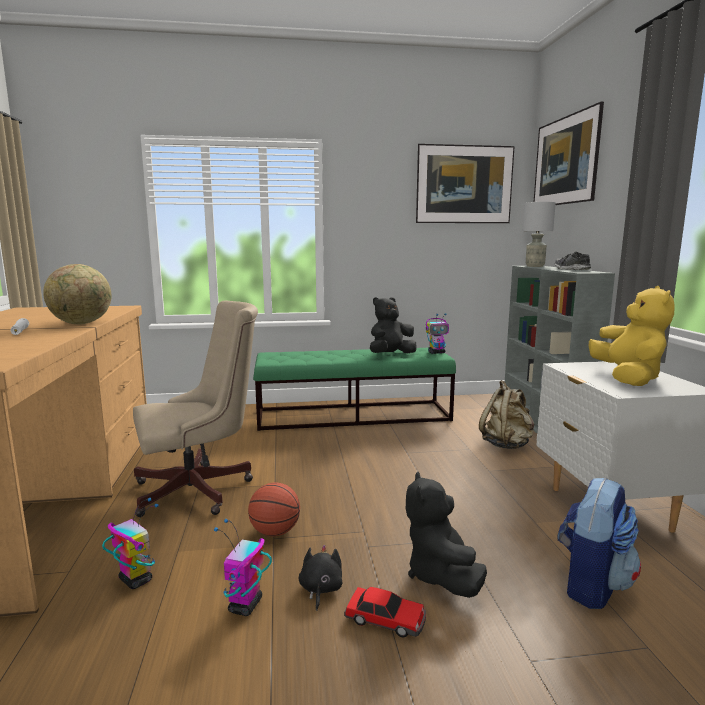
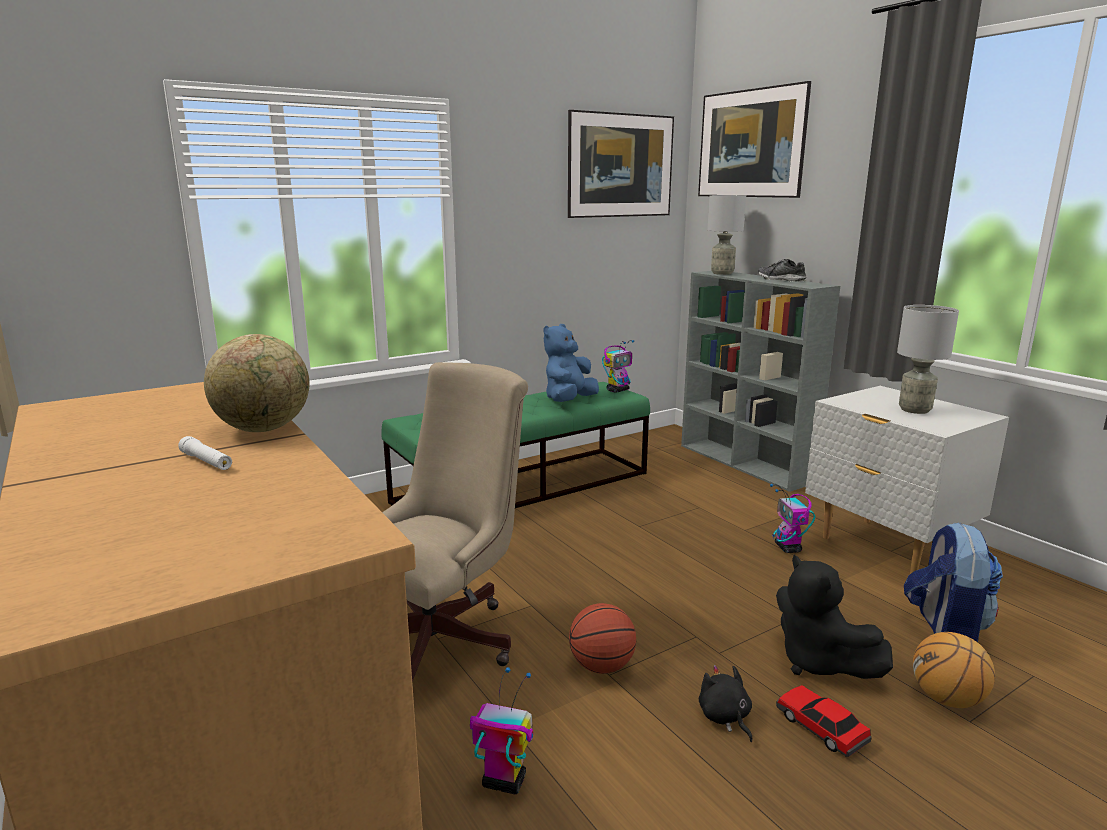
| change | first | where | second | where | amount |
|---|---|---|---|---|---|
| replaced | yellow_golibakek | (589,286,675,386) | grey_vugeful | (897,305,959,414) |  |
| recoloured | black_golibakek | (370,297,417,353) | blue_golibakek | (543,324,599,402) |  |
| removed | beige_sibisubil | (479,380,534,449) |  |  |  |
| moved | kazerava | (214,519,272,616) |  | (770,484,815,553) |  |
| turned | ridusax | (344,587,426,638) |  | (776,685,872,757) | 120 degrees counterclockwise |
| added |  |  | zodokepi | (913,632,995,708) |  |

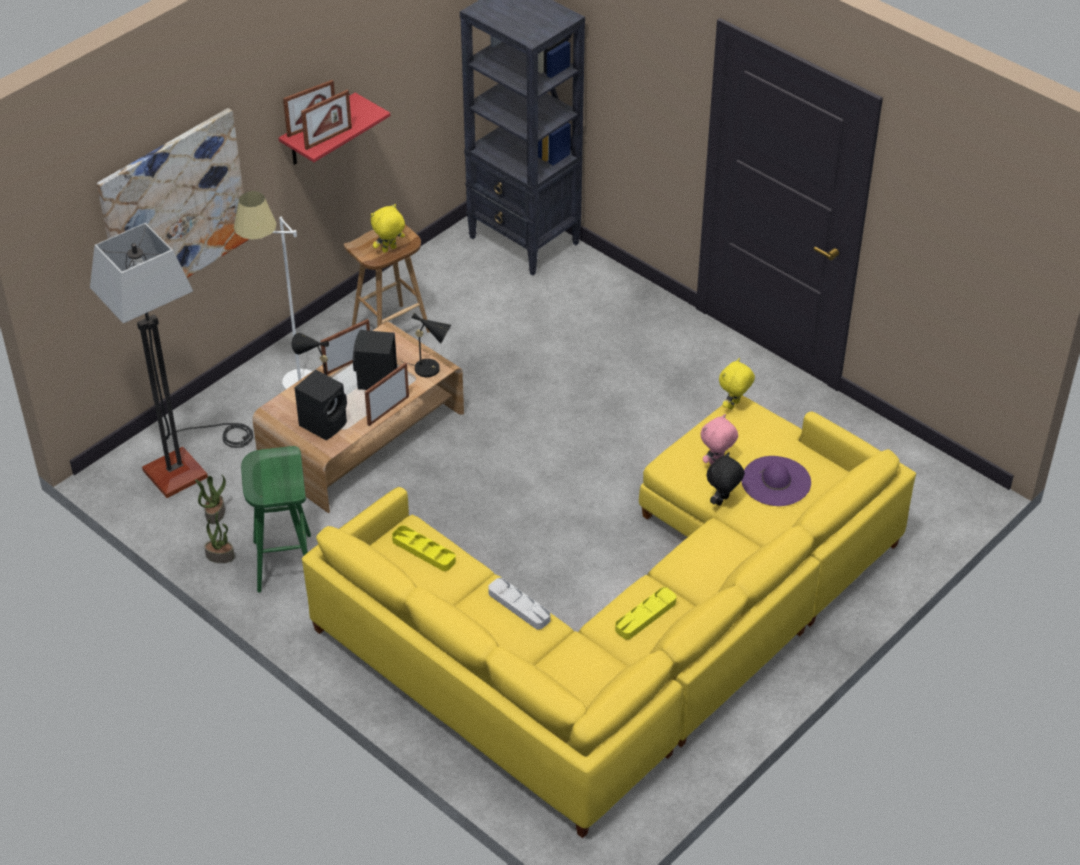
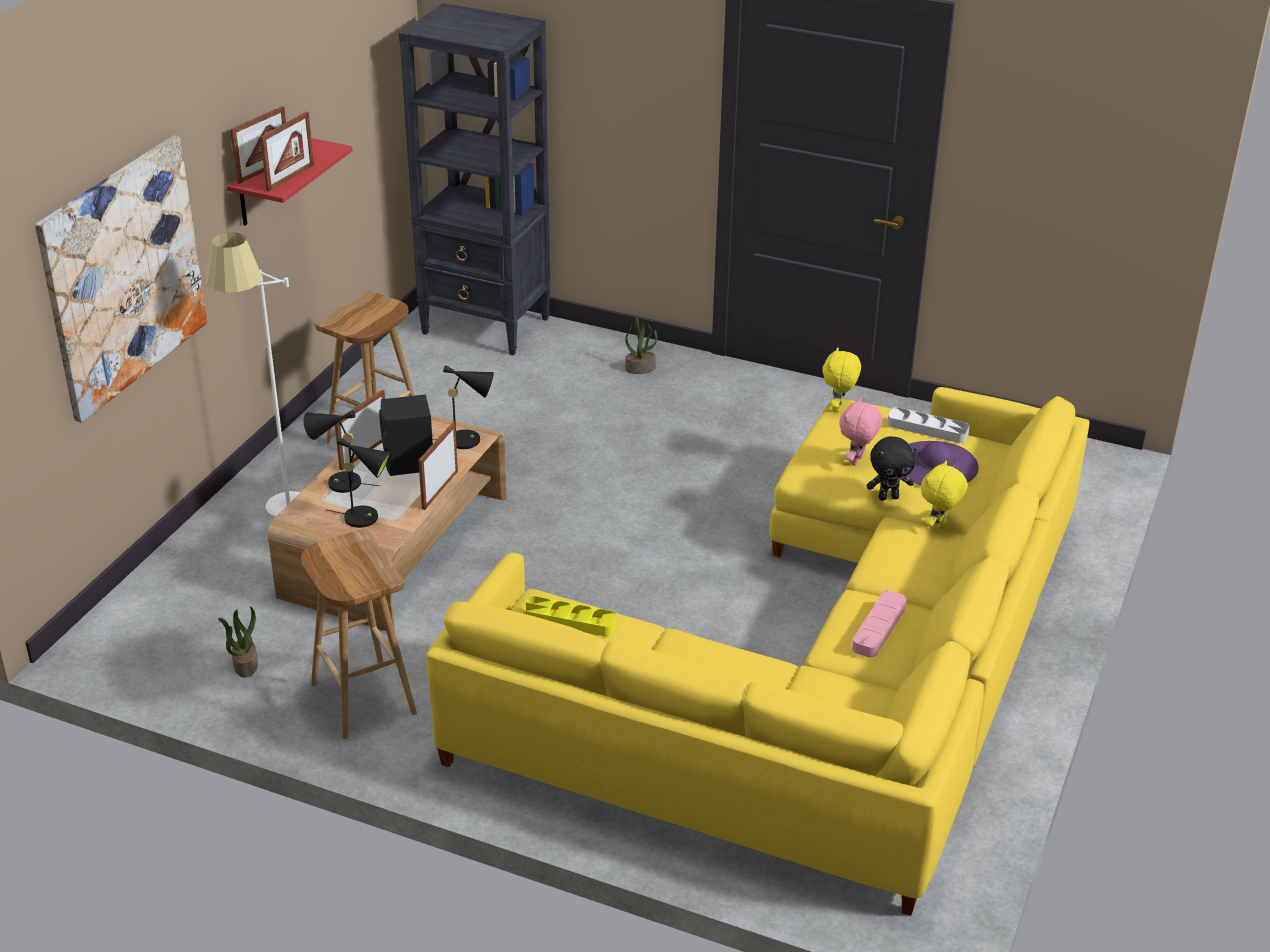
| change | first | where | second | where | amount |
|---|---|---|---|---|---|
| moved | yellow_golibakek | (371,204,405,253) |  | (921,460,968,531) |  |
| removed | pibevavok | (90,223,253,498) |  |  |  |
| replaced | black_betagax | (295,370,347,440) | black_vugeful | (328,437,391,528) |  |
| recoloured | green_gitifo | (241,446,311,592) | brown_gitifo | (301,529,417,739) |  |
| turned | black_golibakek | (706,452,745,506) |  | (866,436,917,500) | 120 degrees counterclockwise |
| moved | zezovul | (204,512,235,563) |  | (625,317,657,374) |  |
| moved | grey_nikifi | (488,578,550,630) |  | (887,407,970,443) |  |
| recoloured | yellow_nikifi | (615,587,677,640) | pink_nikifi | (852,590,907,658) |  |

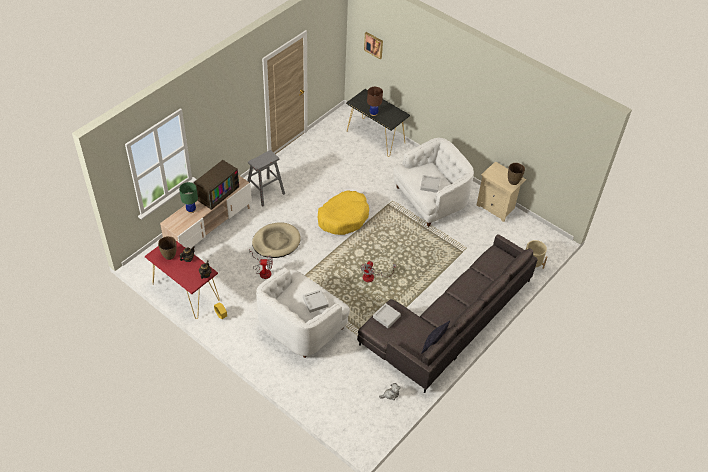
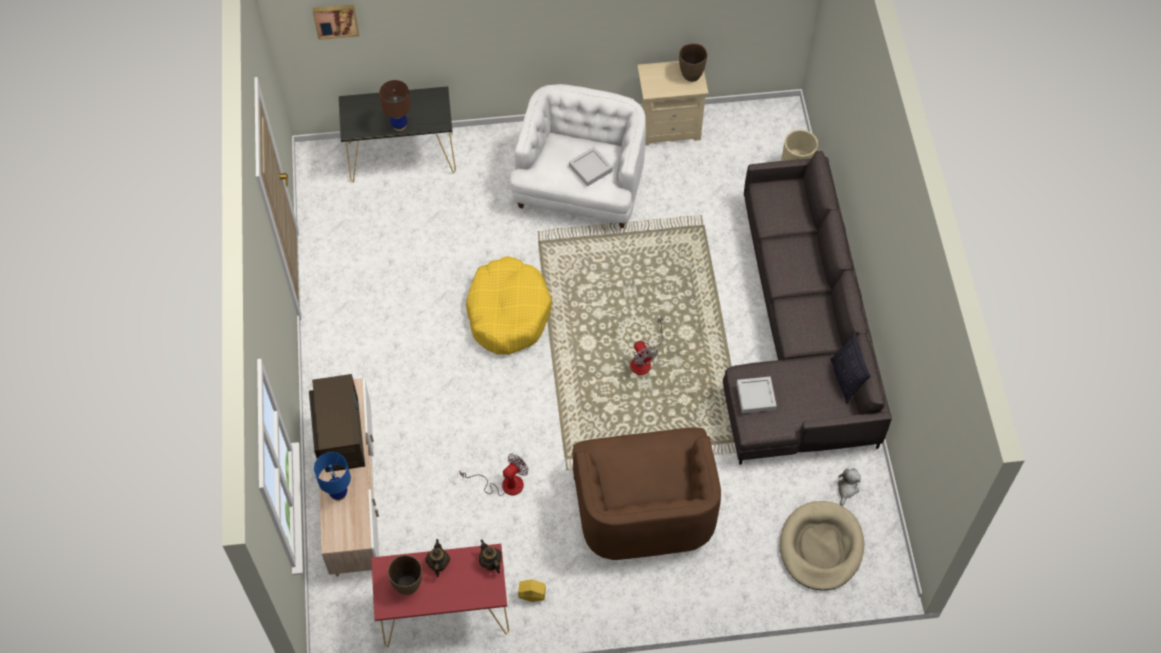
| change | first | where | second | where | amount |
|---|---|---|---|---|---|
| removed | grey_gitifo | (247,150,285,206) |  |  |  |
| recoloured | green_vugeful | (179,182,198,213) | blue_vugeful | (314,452,351,501) |  |
| moved | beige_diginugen | (252,222,301,258) |  | (780,501,864,590) |  |
| recoloured | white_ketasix | (256,267,350,358) | brown_ketasix | (572,427,721,560) |  |
| removed | grey_nikifi | (303,289,328,313) |  |  |  |

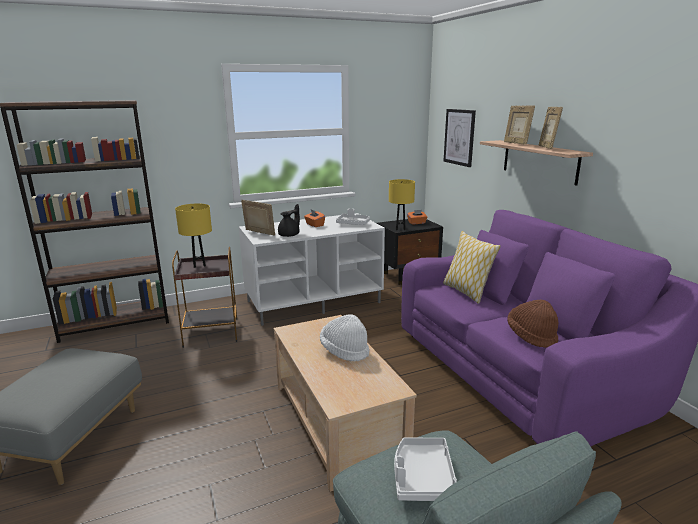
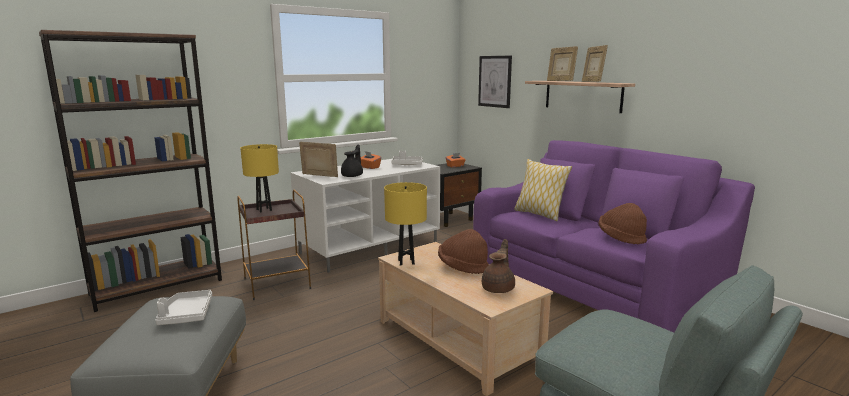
| change | first | where | second | where | amount |
|---|---|---|---|---|---|
| moved | yellow_vugeful | (389,179,415,230) |  | (384,182,427,266) |  |
| recoloured | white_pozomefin | (320,314,369,361) | brown_pozomefin | (438,229,489,274) |  |
| moved | white_nikifi | (394,438,457,501) |  | (155,290,212,325) |  |
| added |  |  | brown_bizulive | (482,239,515,293) |  |

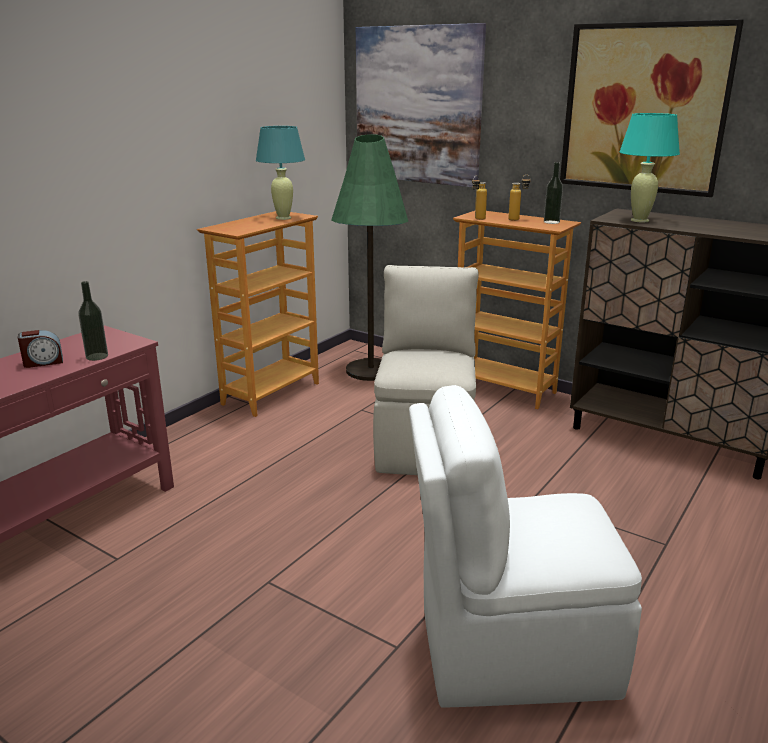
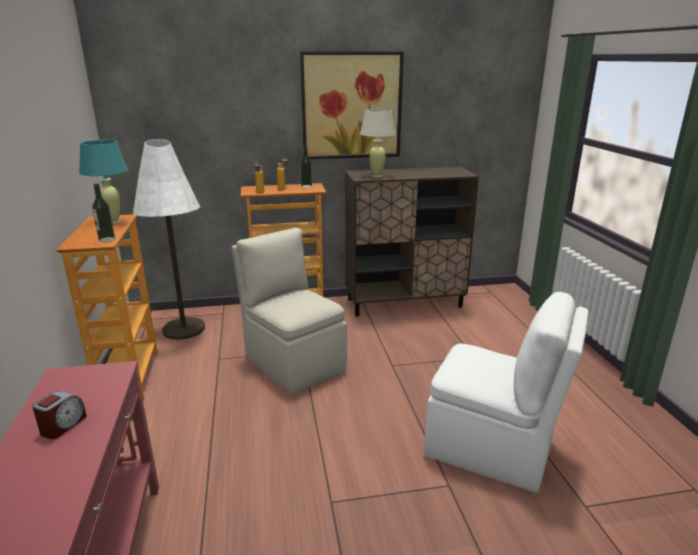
| change | first | where | second | where | amount |
|---|---|---|---|---|---|
| removed | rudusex | (356,23,486,187) |  |  |  |
| recoloured | turquoise_vugeful | (619,113,680,222) | beige_vugeful | (360,109,396,178) |  |
| recoloured | green_pibevavok | (331,134,408,381) | white_pibevavok | (133,139,205,340) |  |
| moved | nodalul | (78,281,108,361) |  | (92,183,115,242) |  |
| turned | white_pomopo | (409,385,642,708) |  | (425,292,589,493) | 105 degrees counterclockwise |

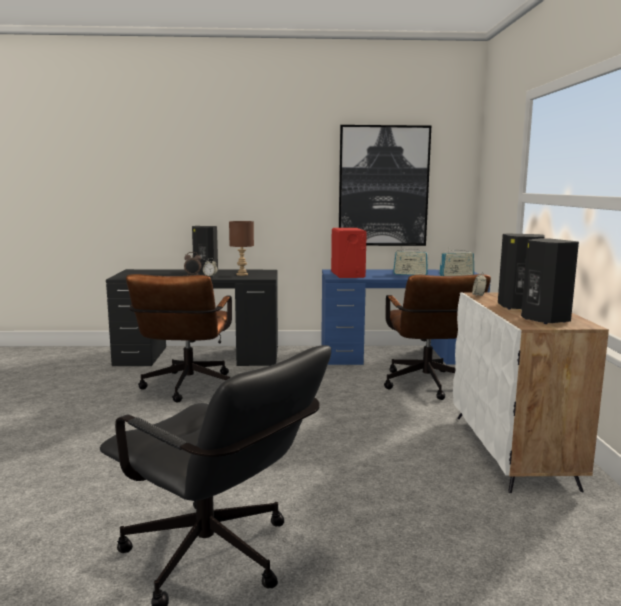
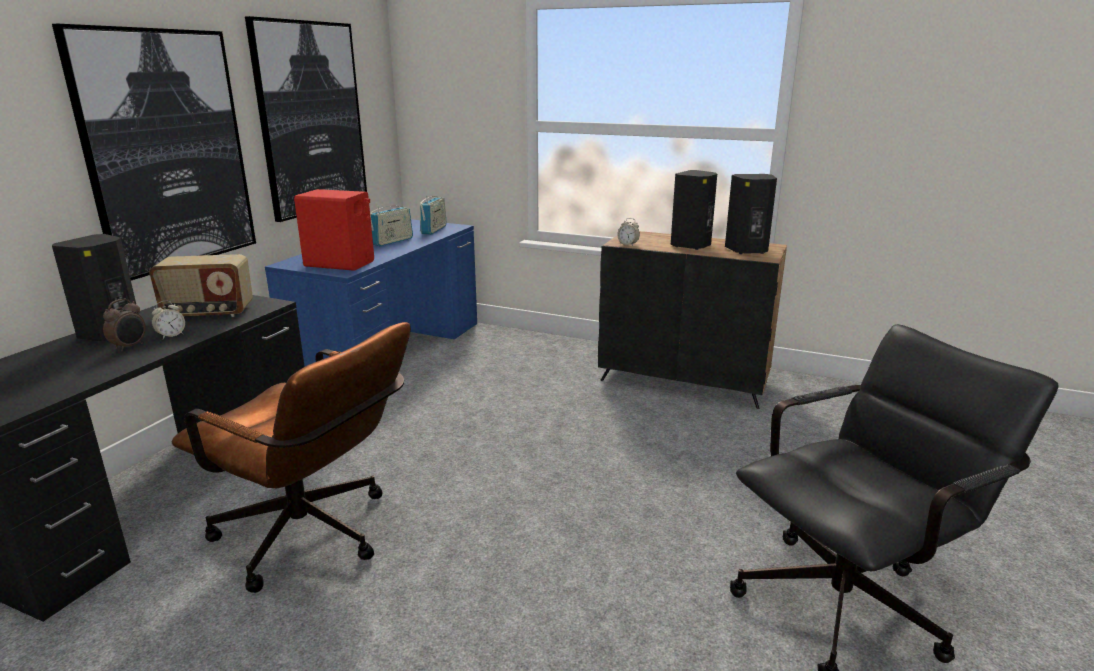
| change | first | where | second | where | amount |
|---|---|---|---|---|---|
| replaced | brown_vugeful | (229,221,254,276) | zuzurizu | (149,254,253,317) |  |
| removed | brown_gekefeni | (384,274,491,400) |  |  |  |
| recoloured | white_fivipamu | (453,292,609,493) | black_fivipamu | (598,231,787,409) |  |
| added |  |  | rudusex | (52,24,256,280) |  |

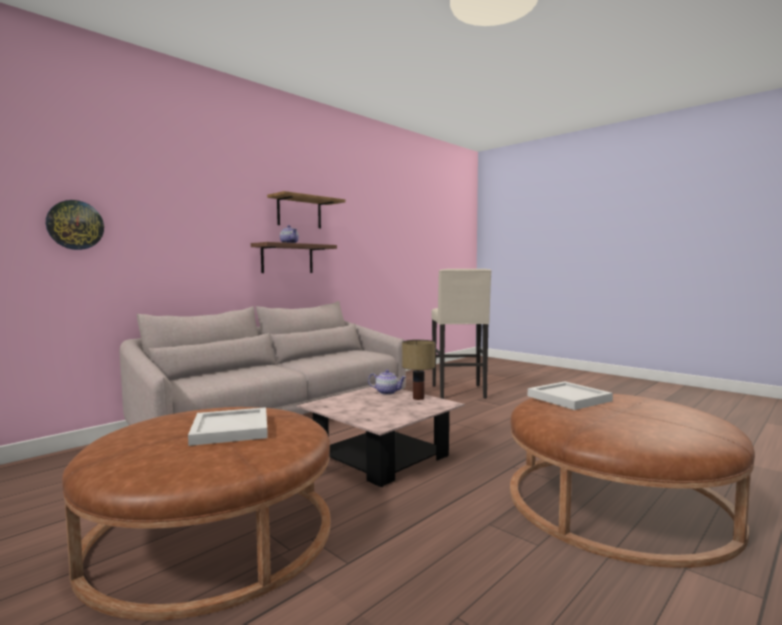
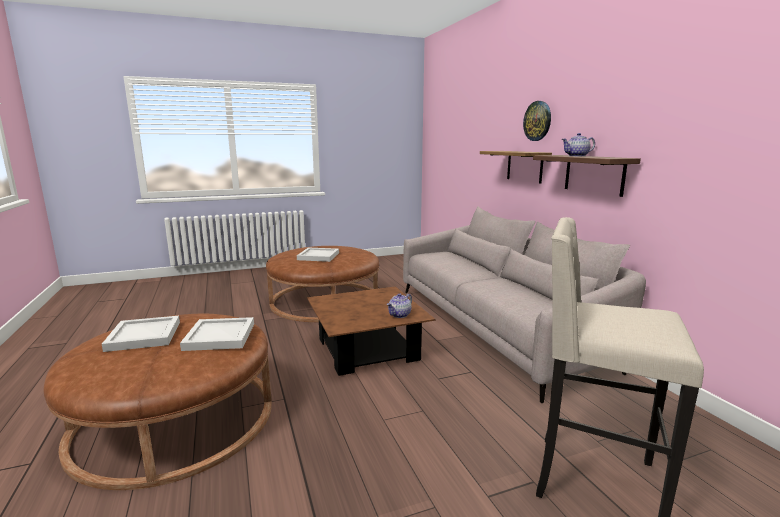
| change | first | where | second | where | amount |
|---|---|---|---|---|---|
| moved | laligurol | (267,191,345,228) |  | (480,151,552,184) |  |
| moved | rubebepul | (46,200,104,250) |  | (523,101,551,141) |  |
| removed | vugeful | (402,340,435,400) |  |  |  |
| recoloured | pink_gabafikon | (297,387,465,487) | brown_gabafikon | (307,286,435,376) |  |
| added |  |  | white_nikifi | (102,316,180,352) |  |

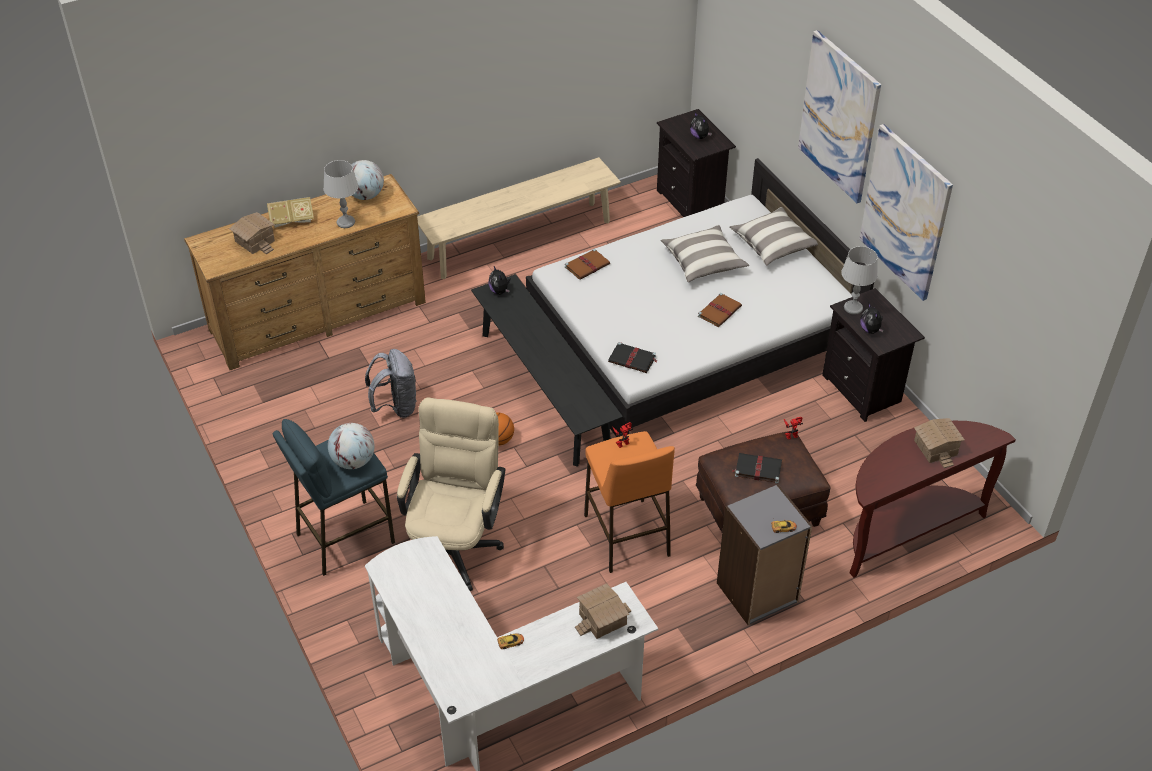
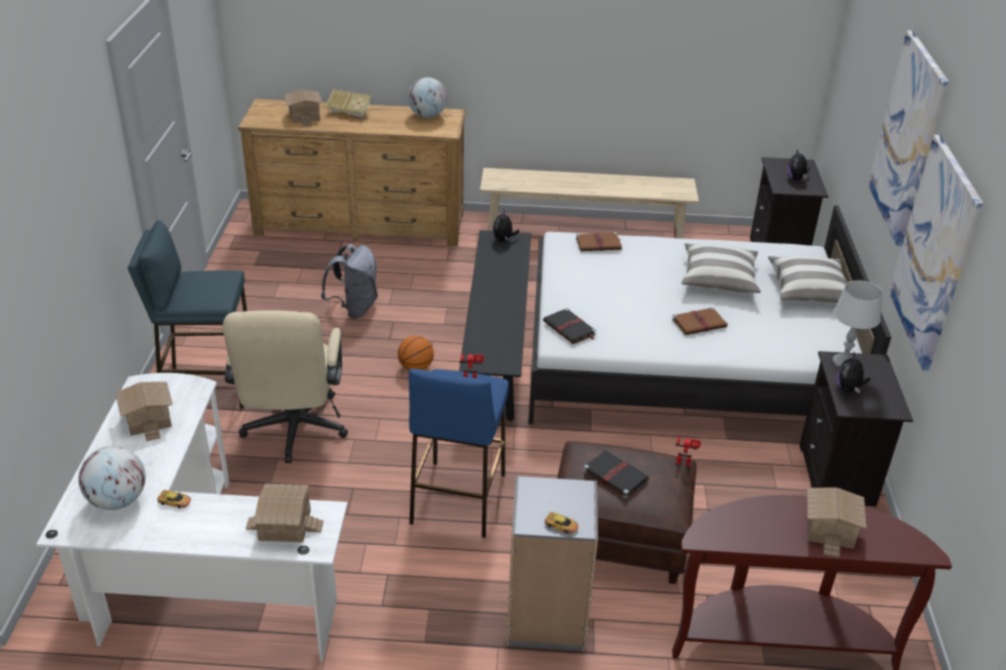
| change | first | where | second | where | amount |
|---|---|---|---|---|---|
| removed | grey_vugeful | (323,160,359,228) |  |  |  |
| turned | beige_gekefeni | (397,398,505,591) |  | (223,310,348,463) | 135 degrees clockwise |
| moved | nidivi | (328,423,375,469) |  | (78,446,146,510) |  |
| recoloured | orange_gitifo | (584,431,675,573) | blue_gitifo | (409,369,509,538) |  |
| added |  |  | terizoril | (116,382,173,441) |  |

